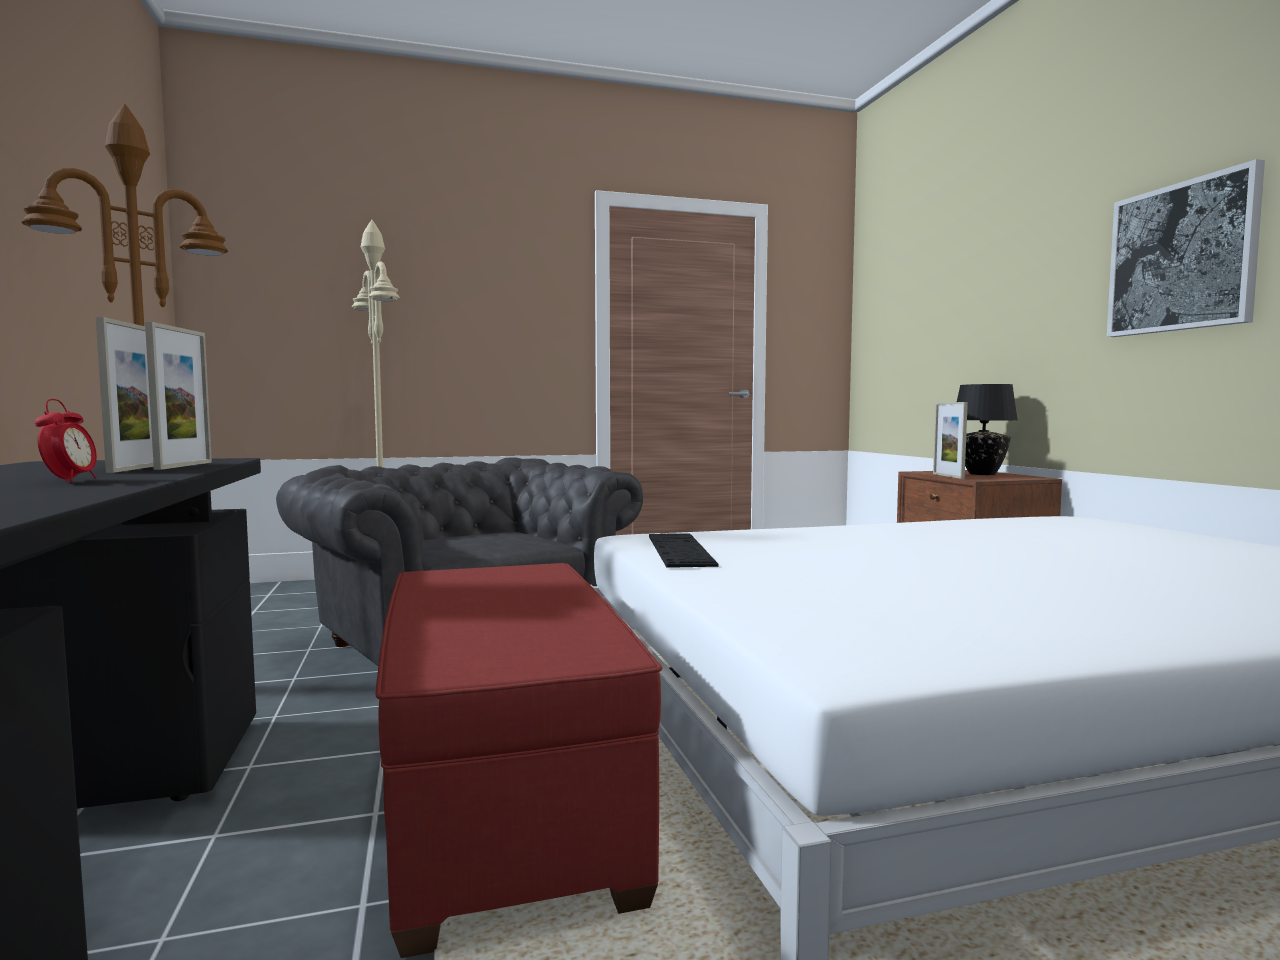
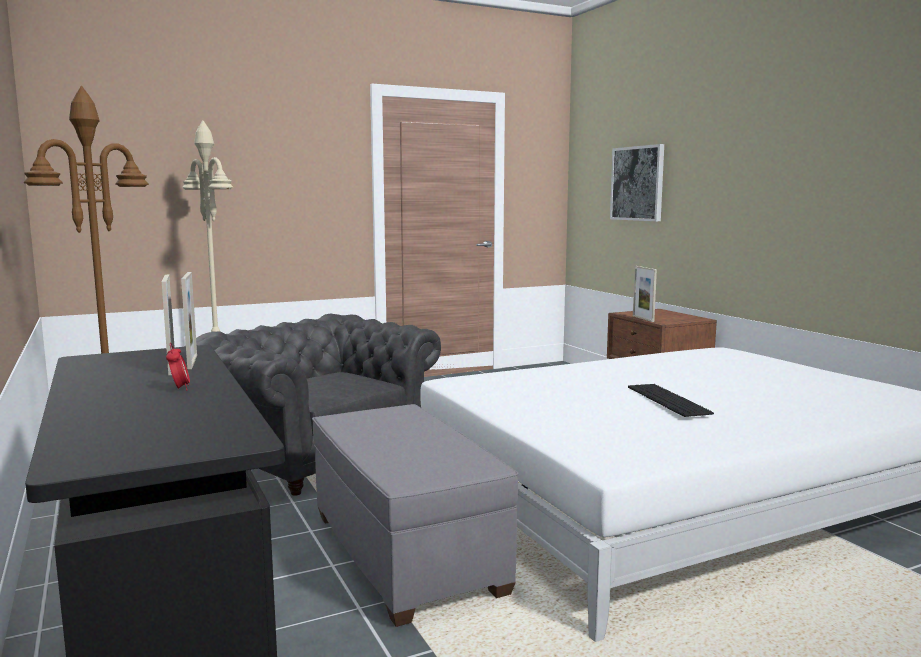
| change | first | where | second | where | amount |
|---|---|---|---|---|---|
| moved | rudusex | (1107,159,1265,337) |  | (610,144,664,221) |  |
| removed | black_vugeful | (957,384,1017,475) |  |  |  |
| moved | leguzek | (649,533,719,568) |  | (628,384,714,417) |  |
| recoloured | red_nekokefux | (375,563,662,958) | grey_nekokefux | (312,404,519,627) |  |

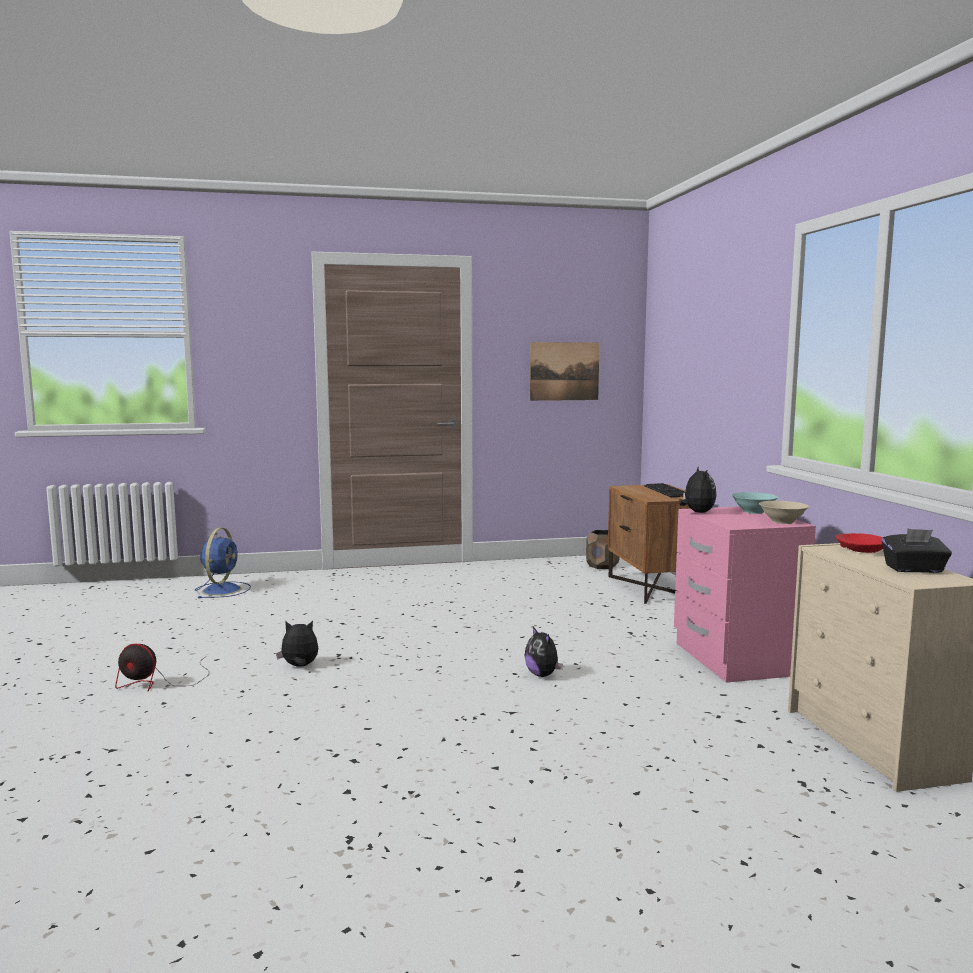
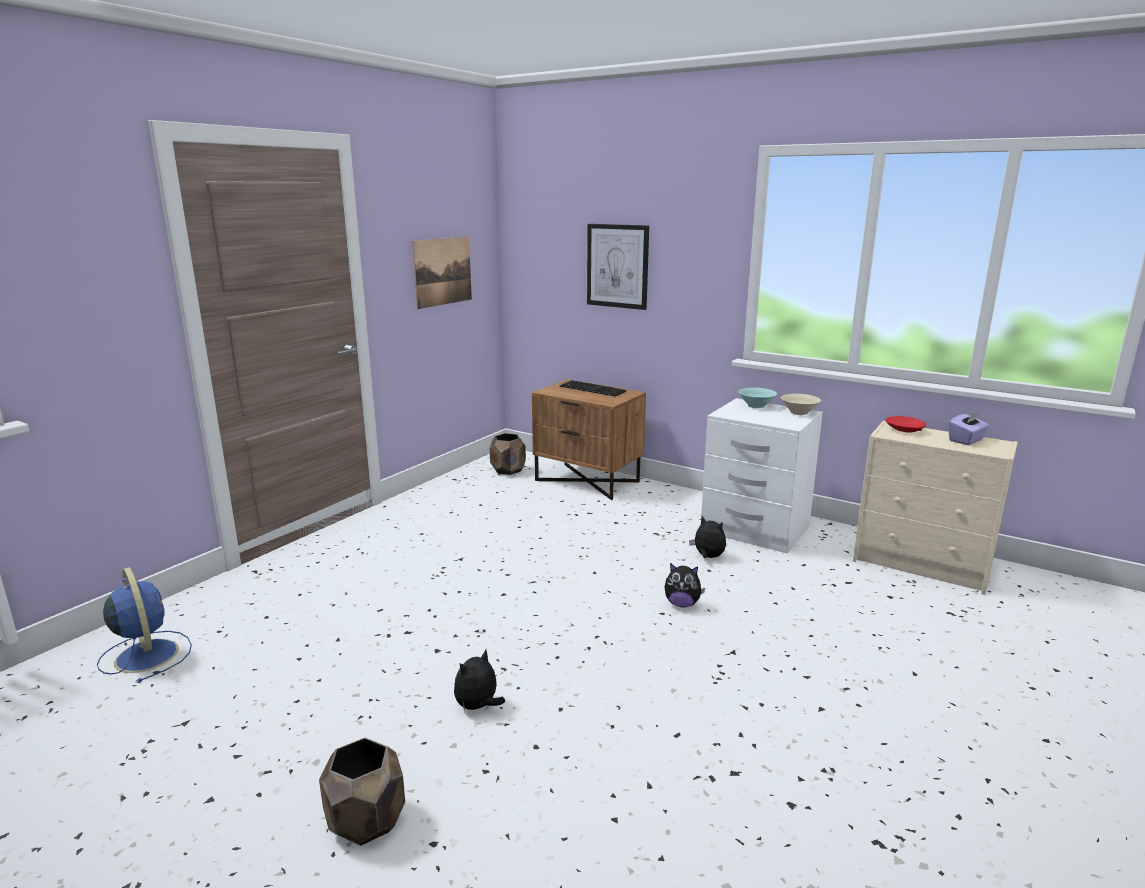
| change | first | where | second | where | amount |
|---|---|---|---|---|---|
| moved | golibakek | (679,466,717,513) |  | (689,516,726,558) |  |
| recoloured | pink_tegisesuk | (674,507,816,683) | white_tegisesuk | (701,398,823,554) |  |
| recoloured | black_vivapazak | (882,529,952,573) | purple_vivapazak | (949,411,989,445) |  |
| replaced | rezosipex | (115,644,209,691) | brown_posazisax | (319,738,405,846) |  |
| added |  |  | rudusex | (587,224,649,310) |  |

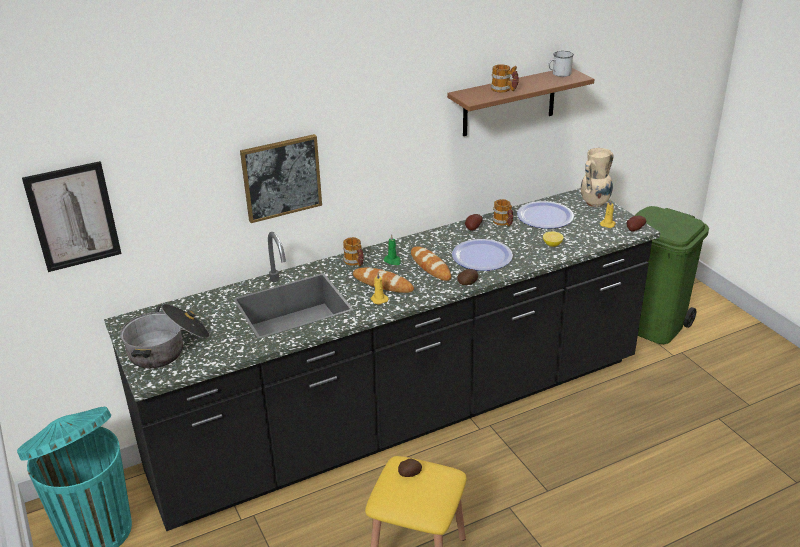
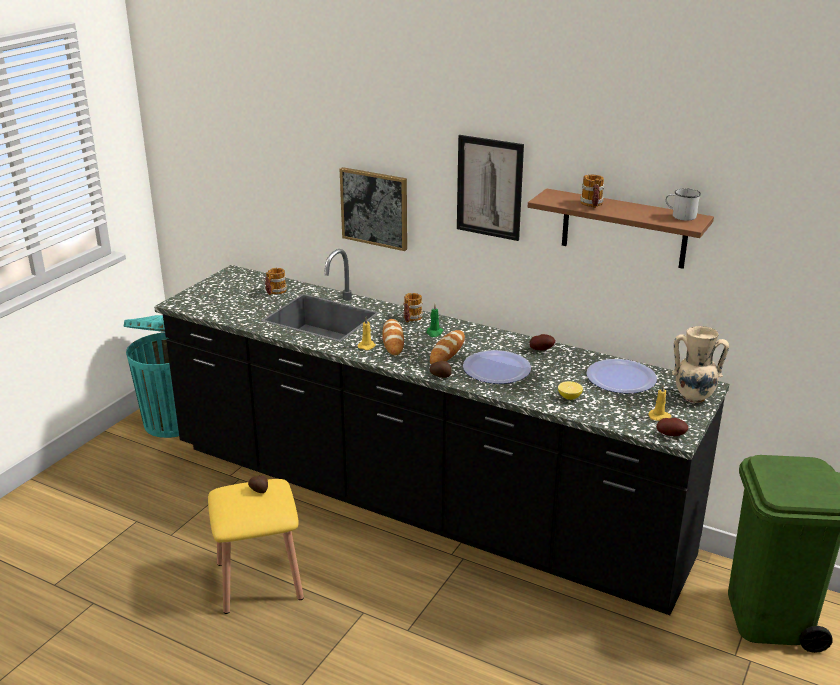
| change | first | where | second | where | amount |
|---|---|---|---|---|---|
| moved | rudusex | (22,161,122,272) |  | (457,135,524,241) |  |
| moved | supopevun | (492,199,513,227) |  | (265,268,287,295) |  |
| removed | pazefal | (120,304,210,368) |  |  |  |

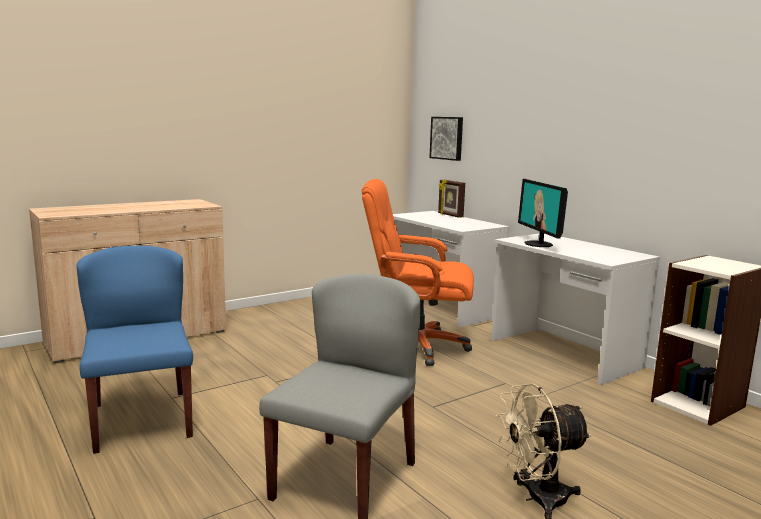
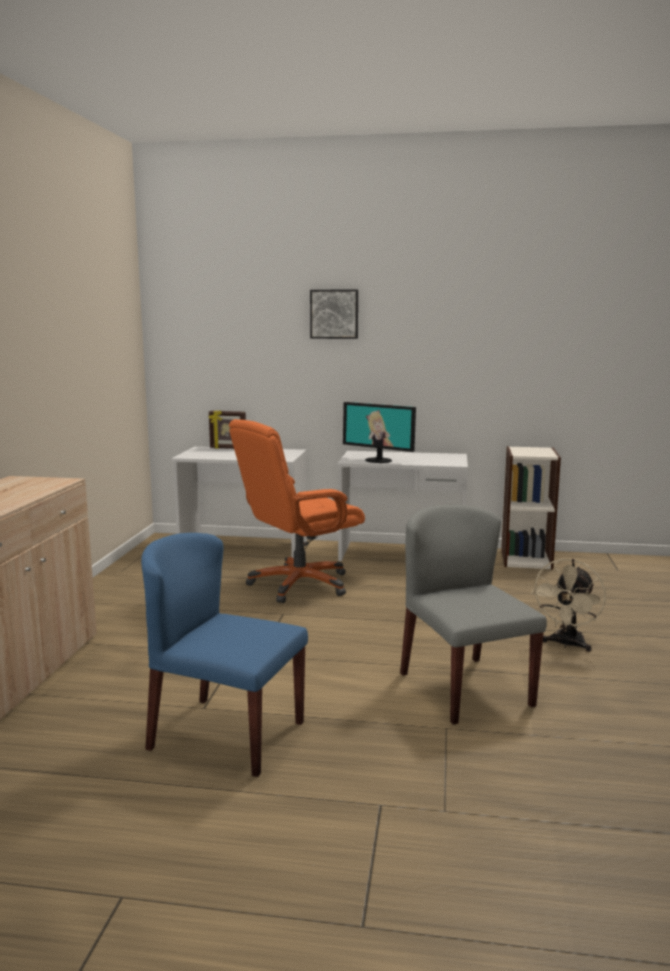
| change | first | where | second | where | amount |
|---|---|---|---|---|---|
| moved | rudusex | (429,117,463,161) |  | (310,290,358,339) |  |

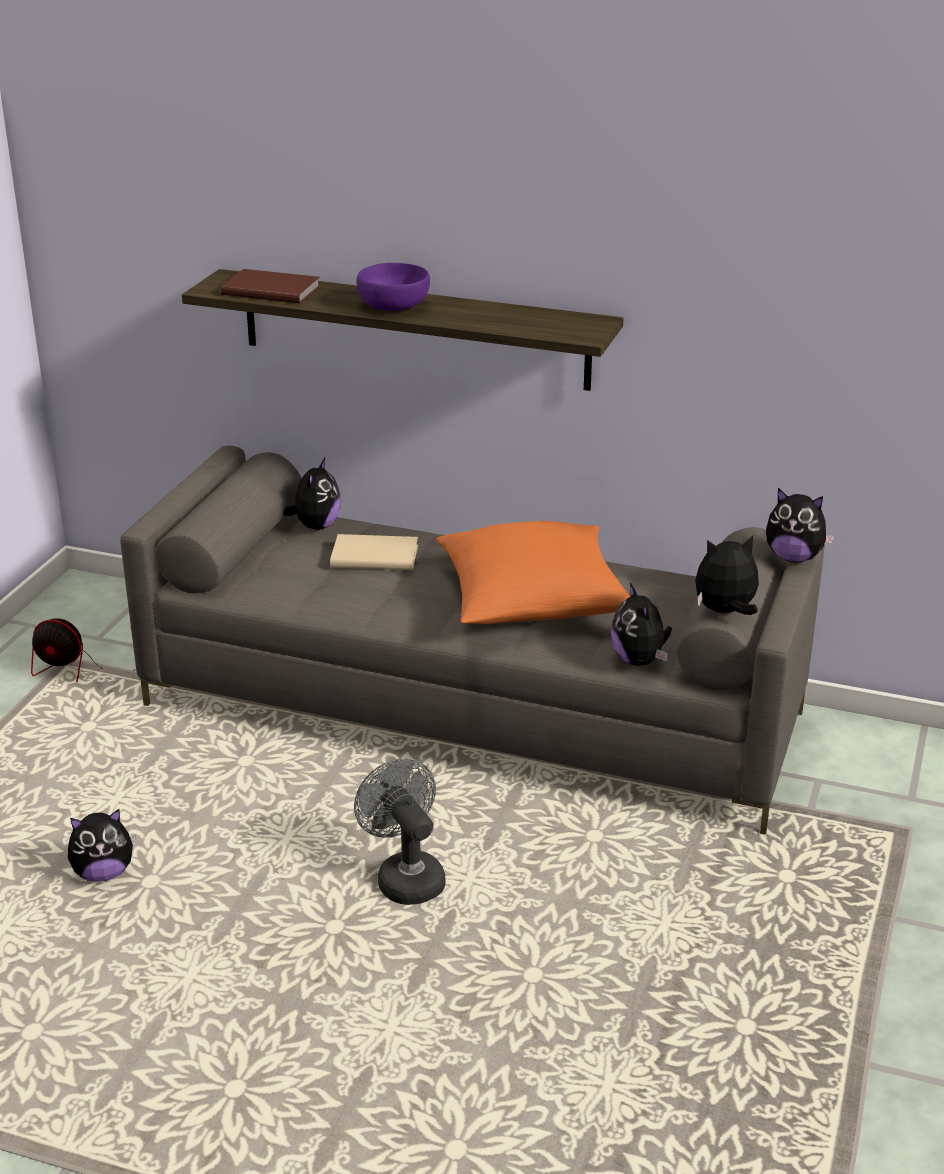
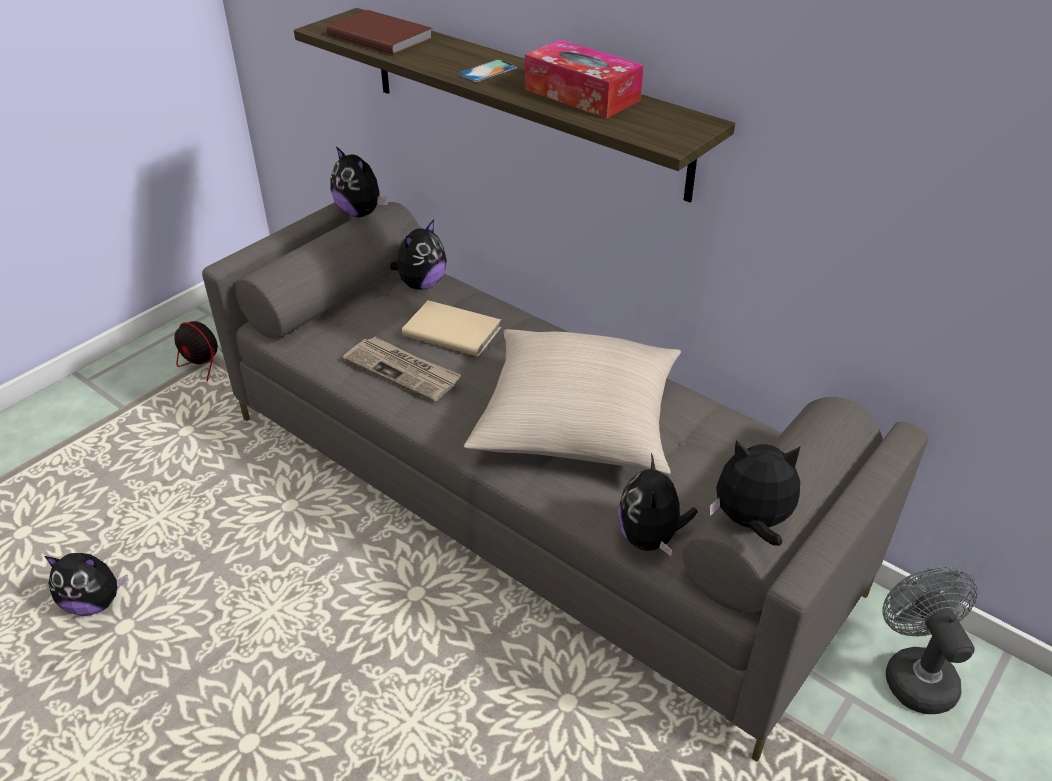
| change | first | where | second | where | amount |
|---|---|---|---|---|---|
| replaced | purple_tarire | (357,263,430,311) | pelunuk | (458,59,517,82) |  |
| moved | golibakek | (766,488,835,563) |  | (331,146,388,217) |  |
| recoloured | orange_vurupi | (436,521,630,624) | beige_vurupi | (464,329,681,475) |  |
| moved | grey_rezosipex | (354,759,445,905) |  | (882,567,977,714) |  |
| added |  |  | vivapazak | (525,40,644,118) |  |
| added |  |  | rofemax | (343,336,461,402) |  |

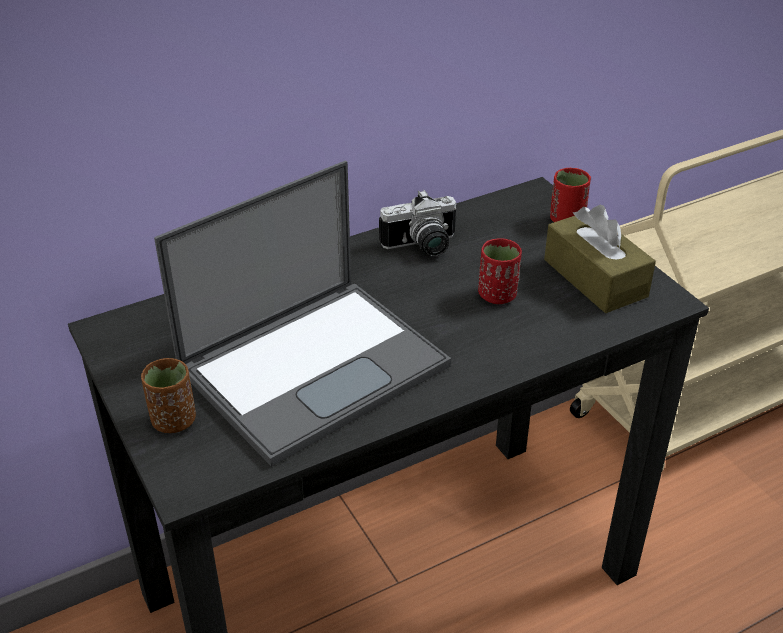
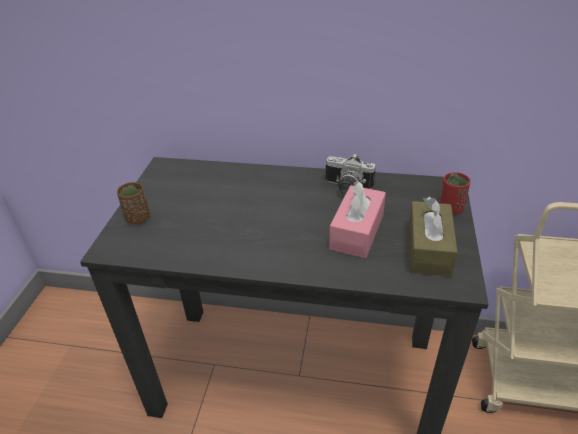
| change | first | where | second | where | amount |
|---|---|---|---|---|---|
| removed | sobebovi | (154,160,451,467) |  |  |  |
| replaced | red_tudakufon | (478,238,522,304) | pink_vivapazak | (329,181,386,258) |  |

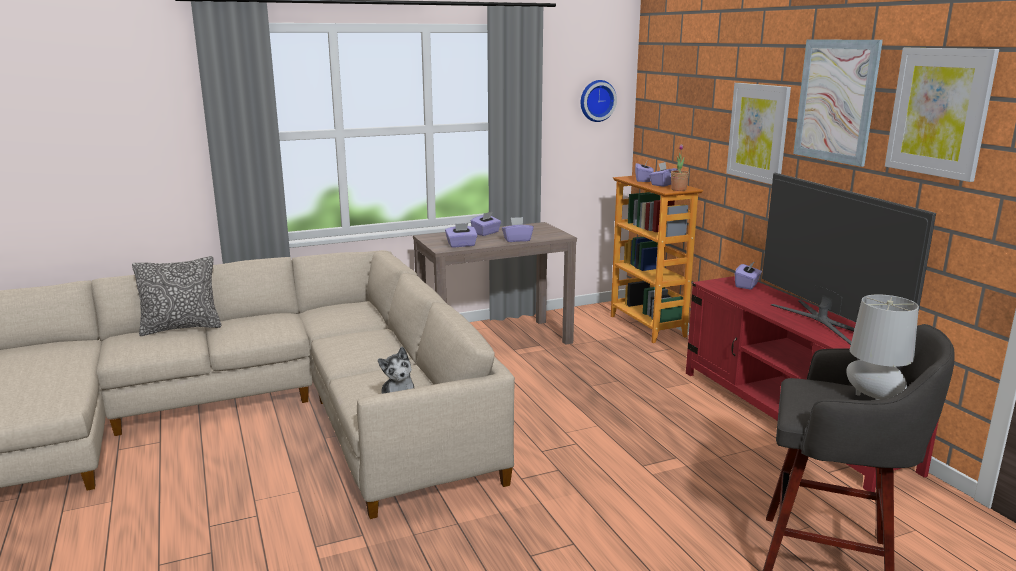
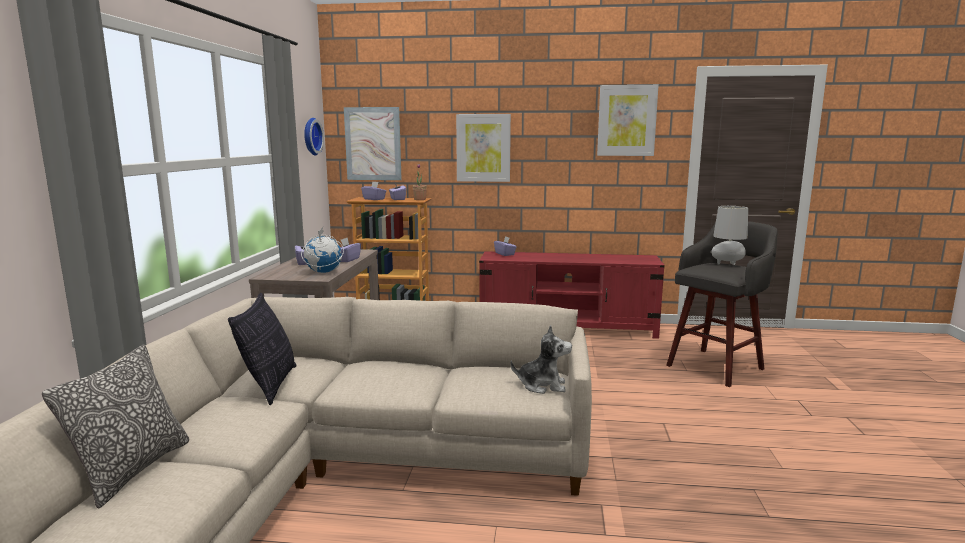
| change | first | where | second | where | amount |
|---|---|---|---|---|---|
| moved | rudusex | (793,39,883,167) |  | (344,107,402,180) |  |
| removed | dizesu | (762,173,936,345) |  |  |  |
| replaced | purple_vivapazak | (445,223,478,247) | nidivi | (301,227,344,273) |  |
| added |  |  | vurupi | (228,293,296,405) |  |

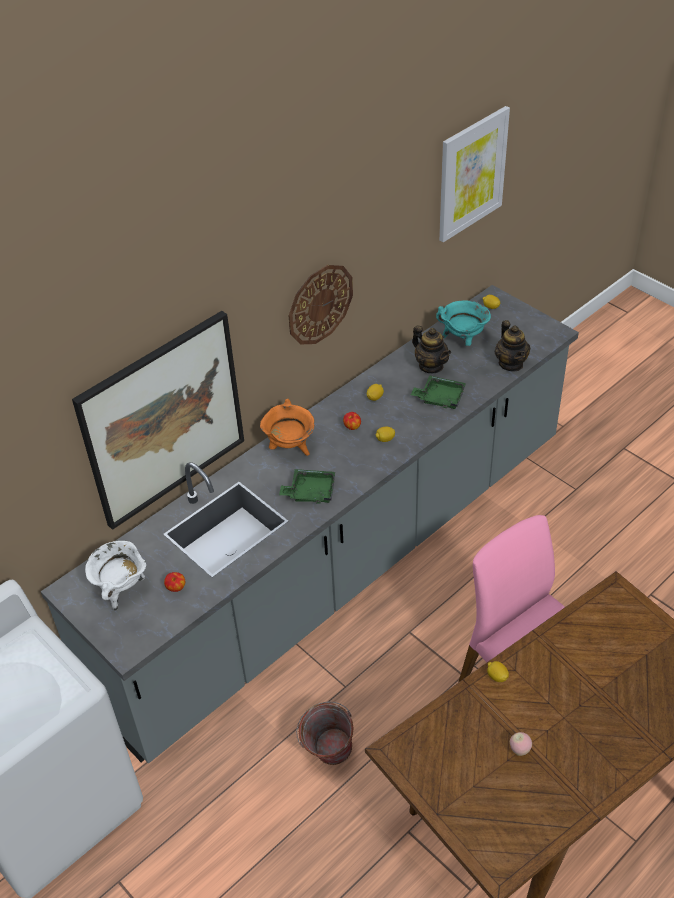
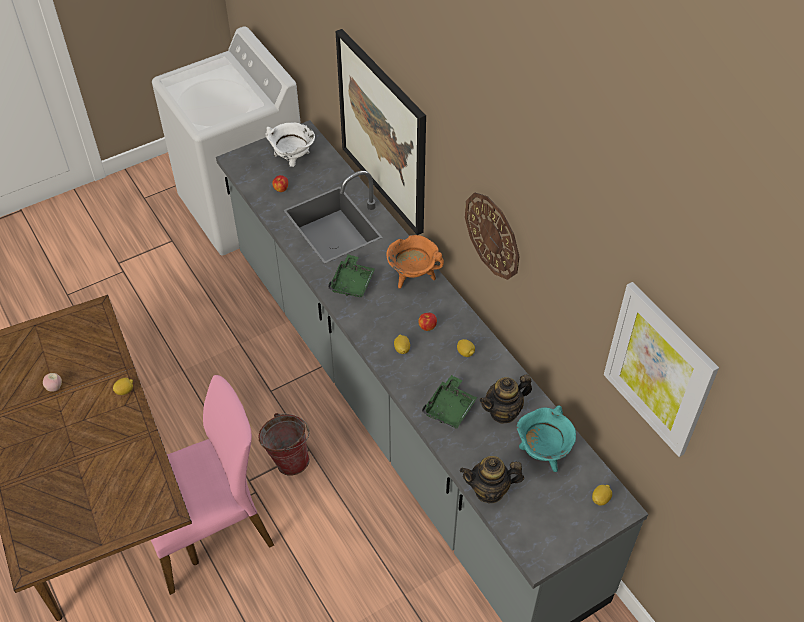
| change | first | where | second | where | amount |
|---|---|---|---|---|---|
| moved | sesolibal | (296,702,354,765) |  | (258,413,310,476) |  |

